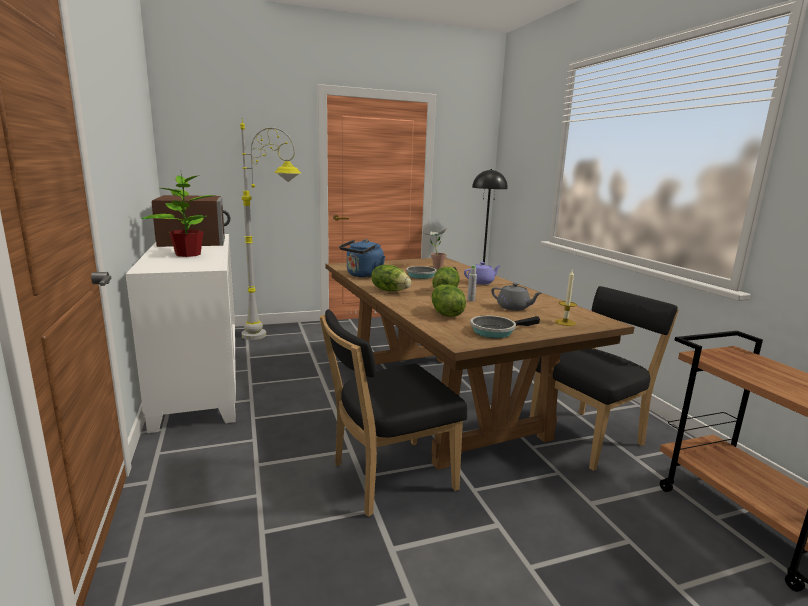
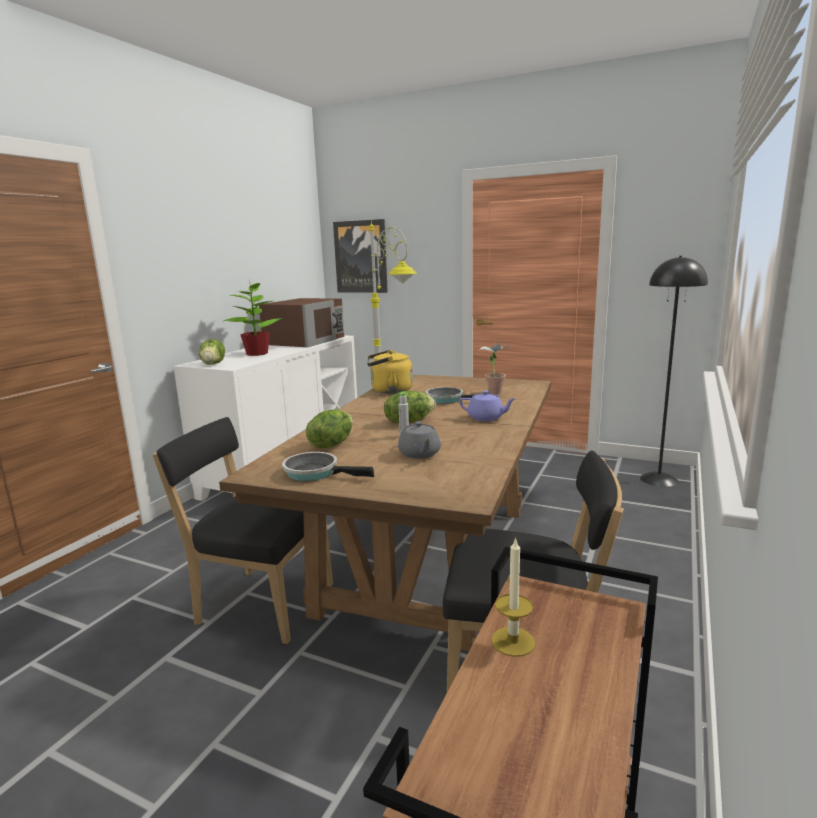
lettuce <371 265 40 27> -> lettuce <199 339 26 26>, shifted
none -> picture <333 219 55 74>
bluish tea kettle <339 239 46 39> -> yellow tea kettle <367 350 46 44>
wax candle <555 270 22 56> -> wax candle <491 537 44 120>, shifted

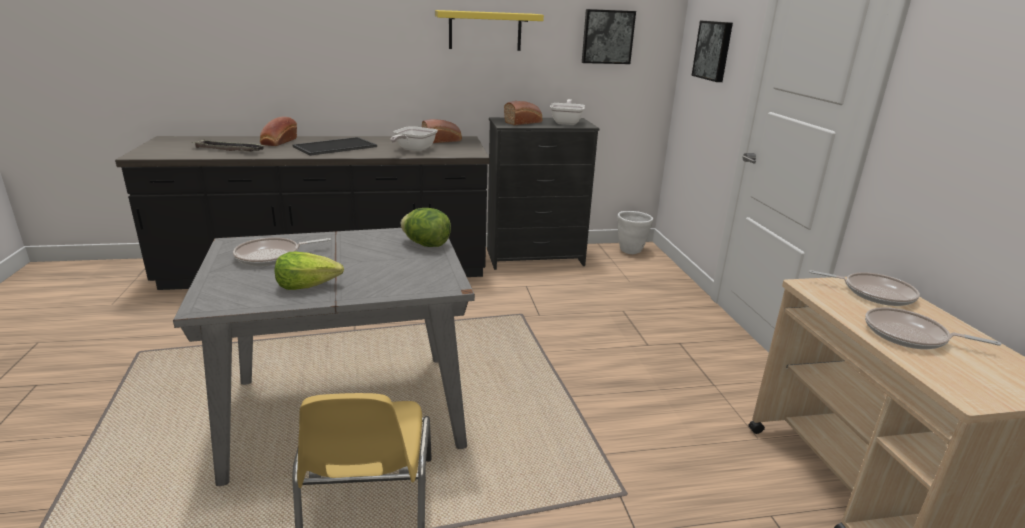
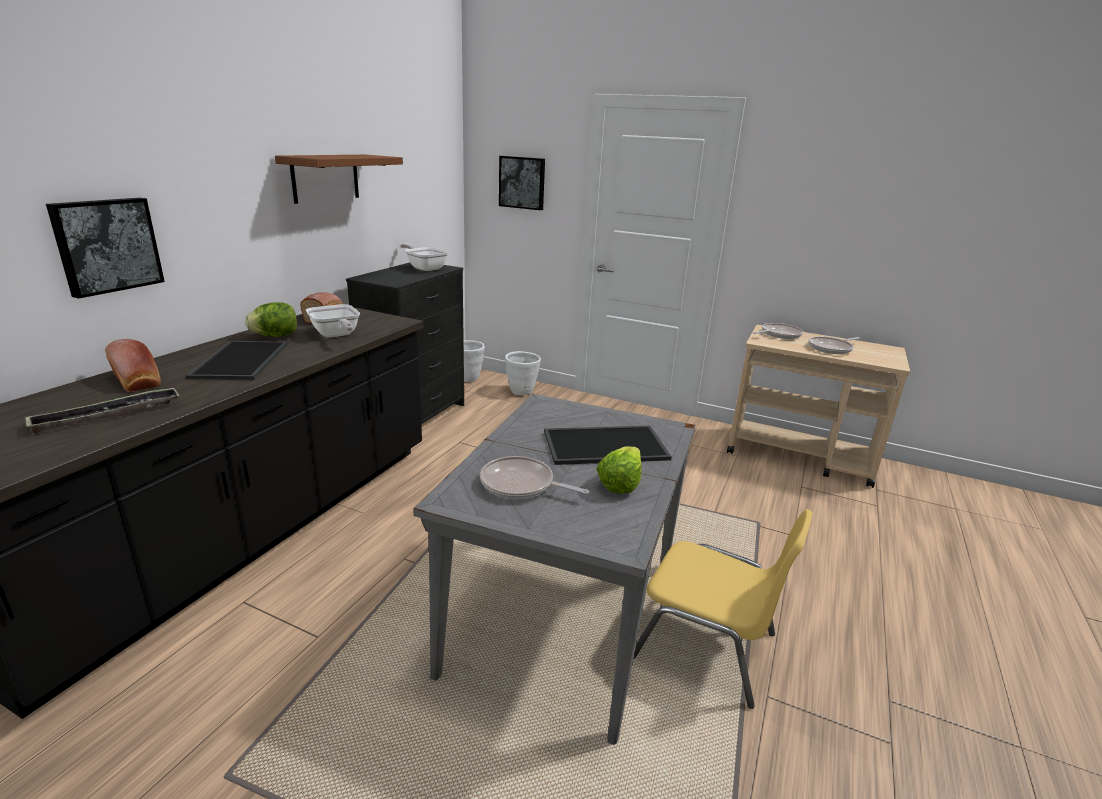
picture <582 9 54 55> -> picture <46 198 119 101>, shifted
lettuce <400 208 51 39> -> lettuce <245 302 52 35>, shifted
yellow wall shelf <435 10 109 41> -> brown-coloured wall shelf <275 155 128 49>
skillet <233 237 98 29> -> skillet <480 456 109 43>, 105 degrees clockwise
none -> white flower pot <505 351 36 44>
none -> carrying tray <544 426 128 39>
bakery bread <504 101 39 24> -> none

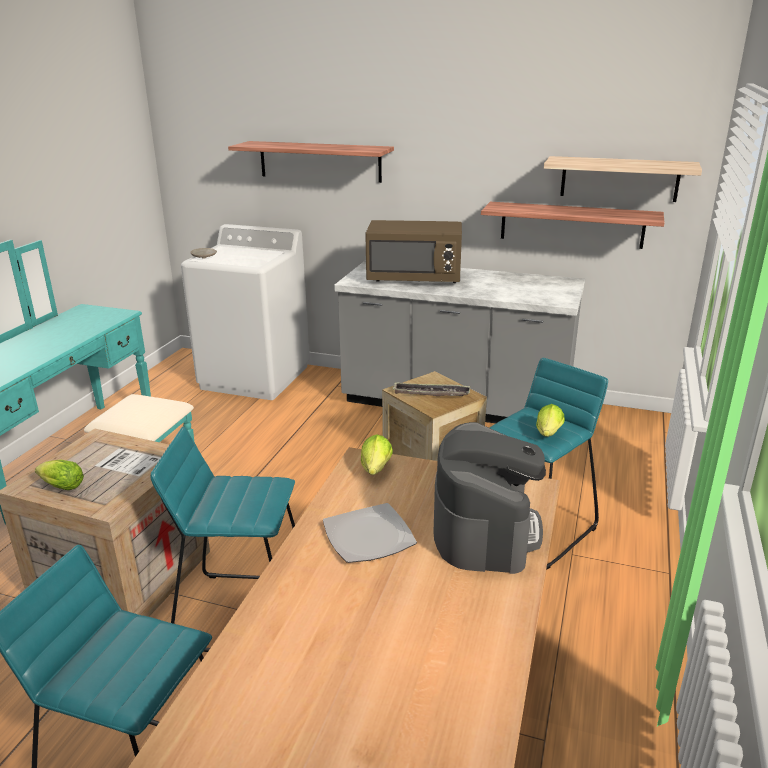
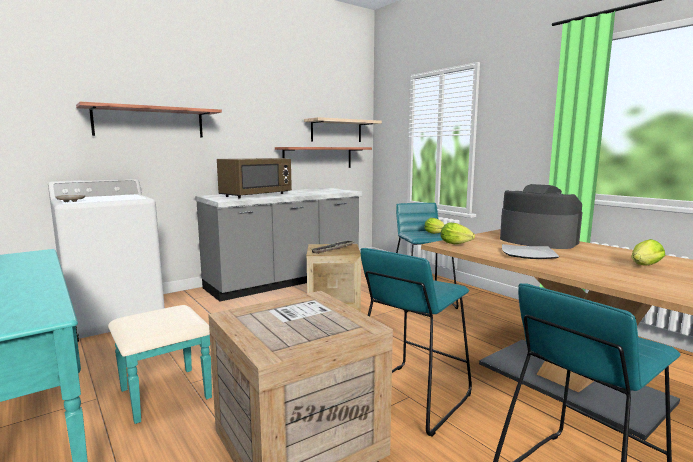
lettuce <35 460 49 30> -> lettuce <632 239 33 27>, shifted

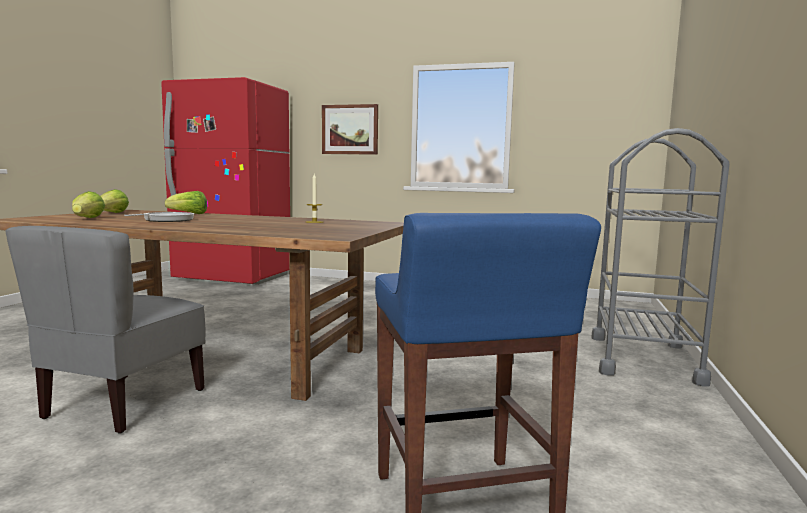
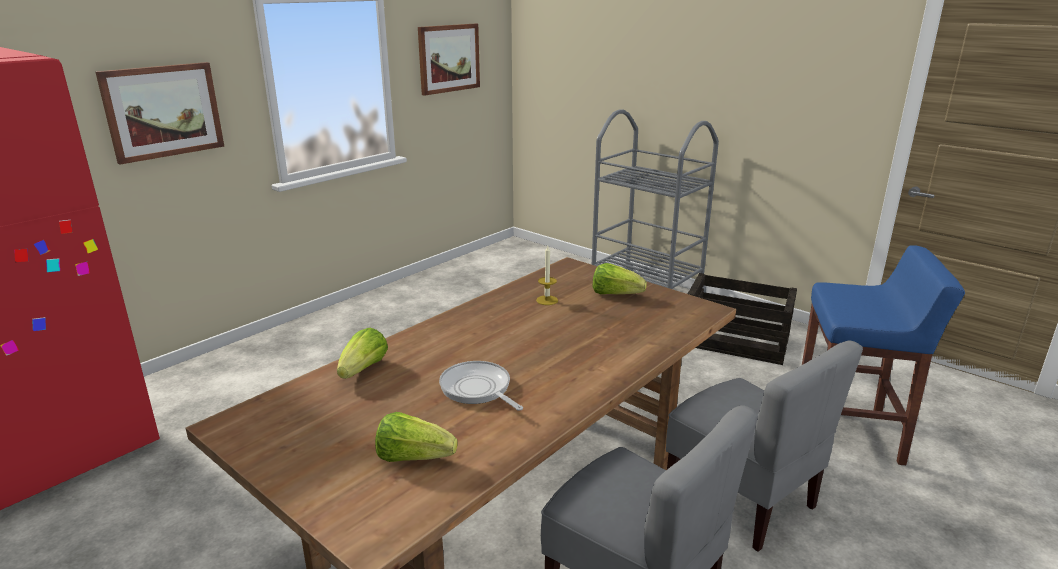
none -> picture <418 24 62 72>
lettuce <101 189 28 24> -> lettuce <592 263 55 31>, shifted
none -> gray upright chair <666 340 197 212>
none -> crate <688 273 109 92>

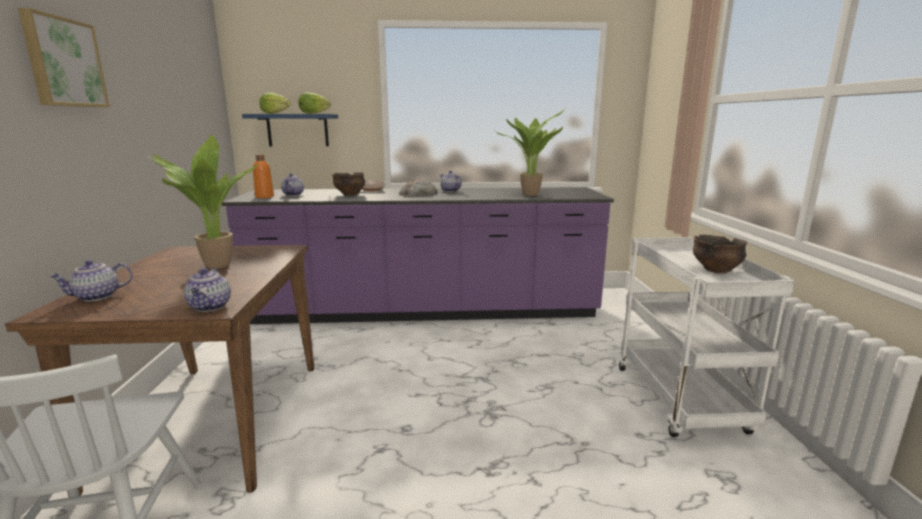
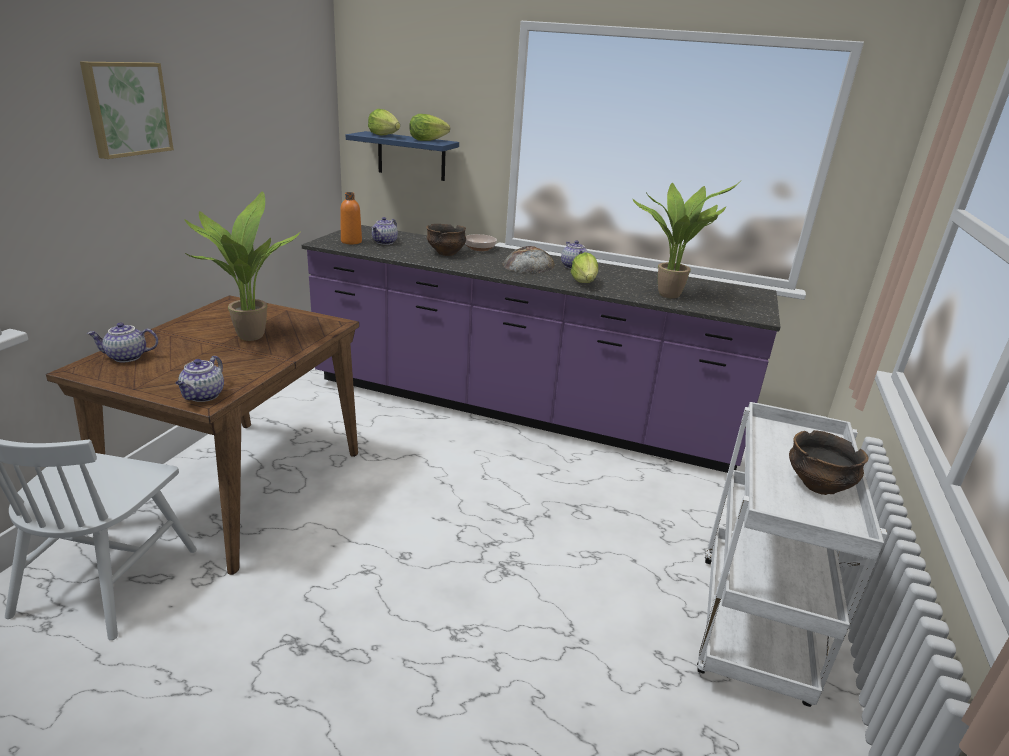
none -> lettuce <571 252 27 31>

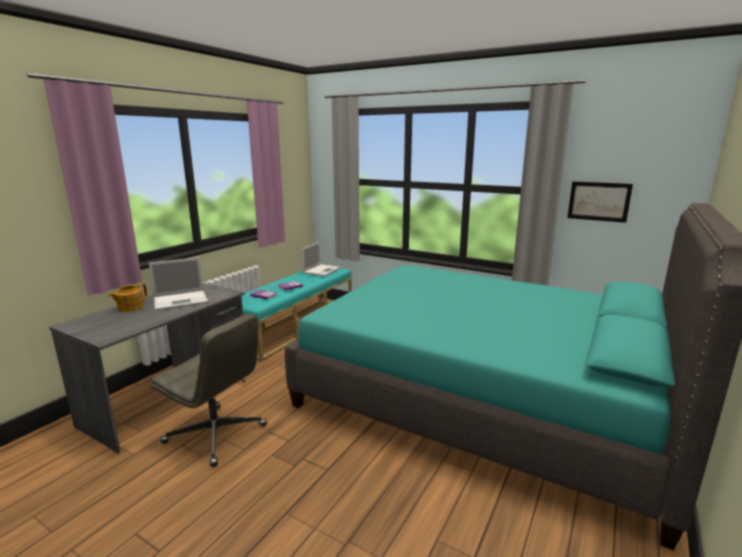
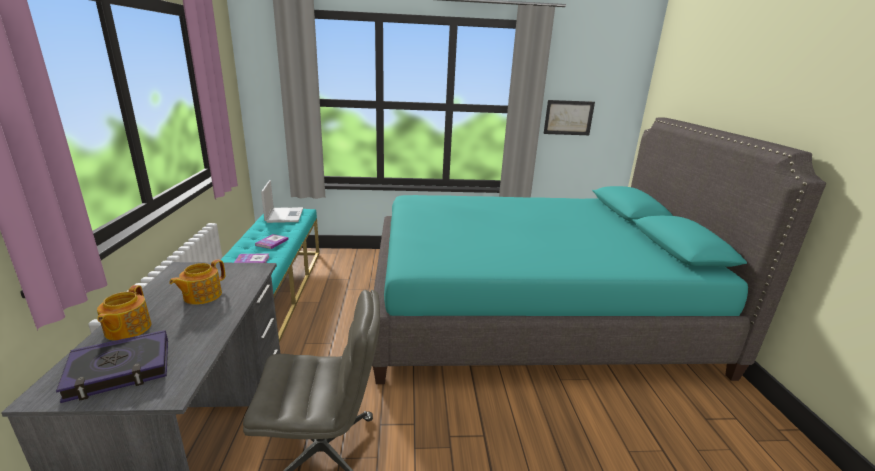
none -> book <56 330 112 73>
notebook computer <149 257 59 54> -> teapot <169 259 56 46>

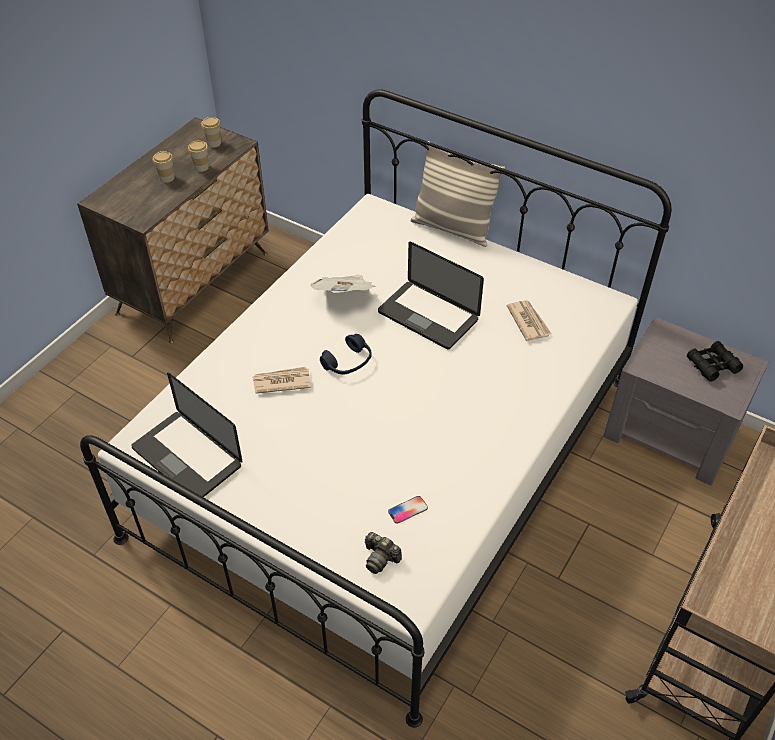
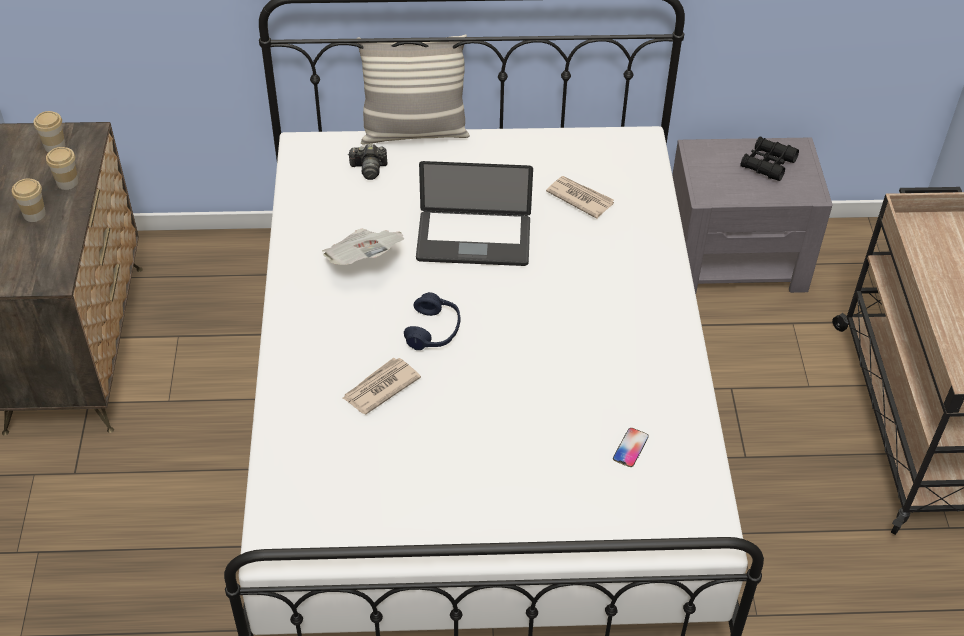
photo camera <365 532 37 42> -> photo camera <348 144 39 36>, shifted
notebook computer <131 373 112 124> -> none

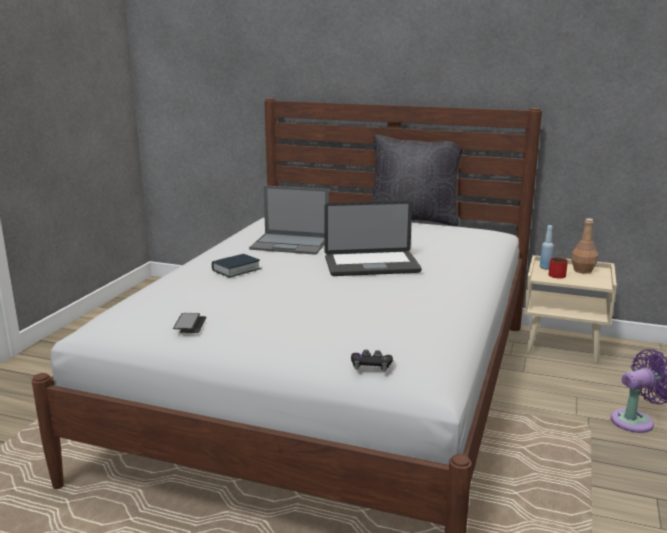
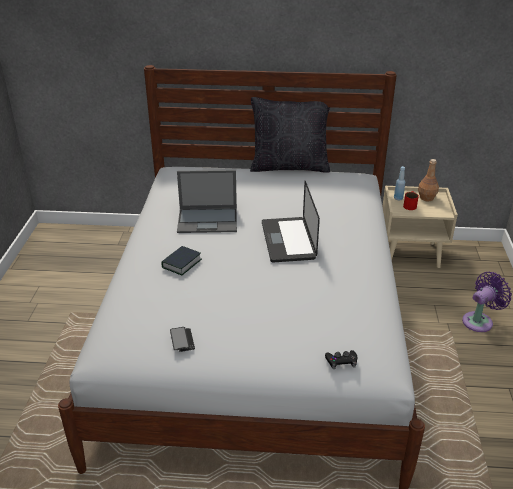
notebook computer <324 201 98 75> -> notebook computer <262 181 58 81>, 105 degrees clockwise

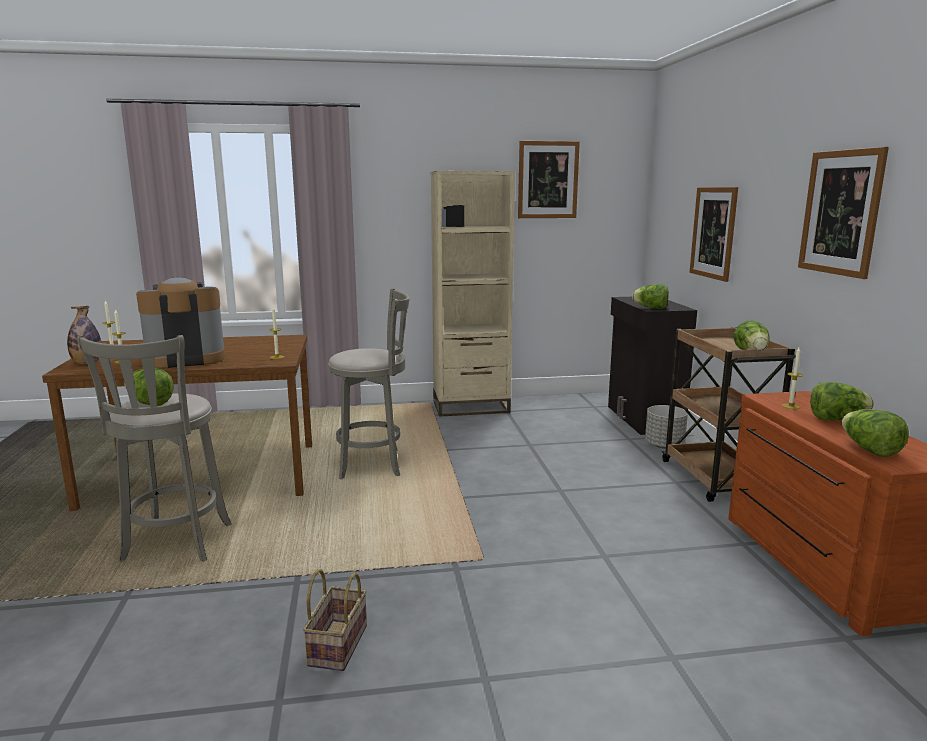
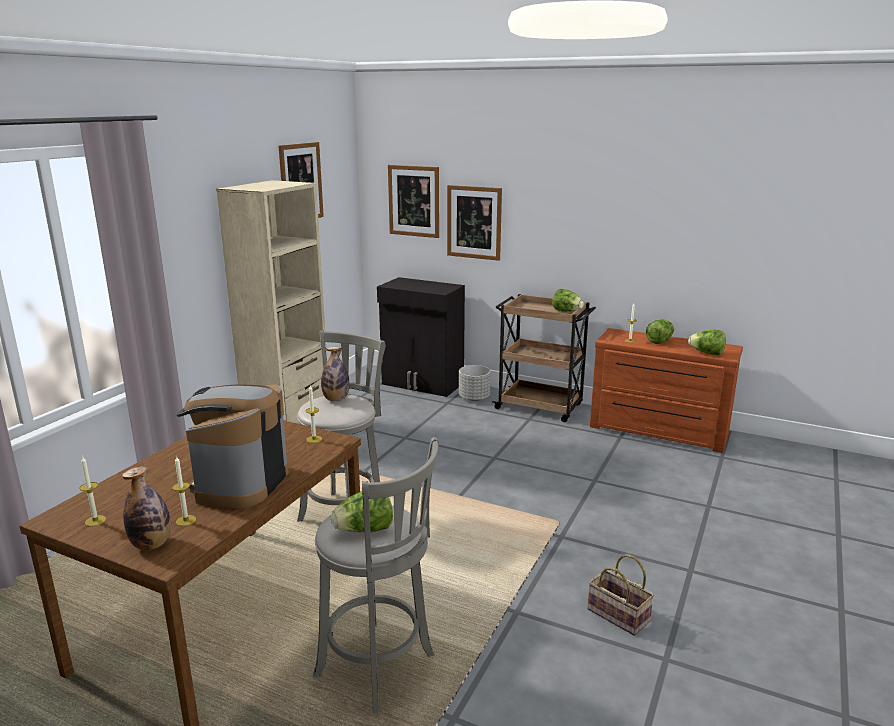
none -> drink bottle <321 347 28 54>
picture <798 147 91 132> -> picture <388 165 51 73>, shifted
lettuce <632 284 37 25> -> none

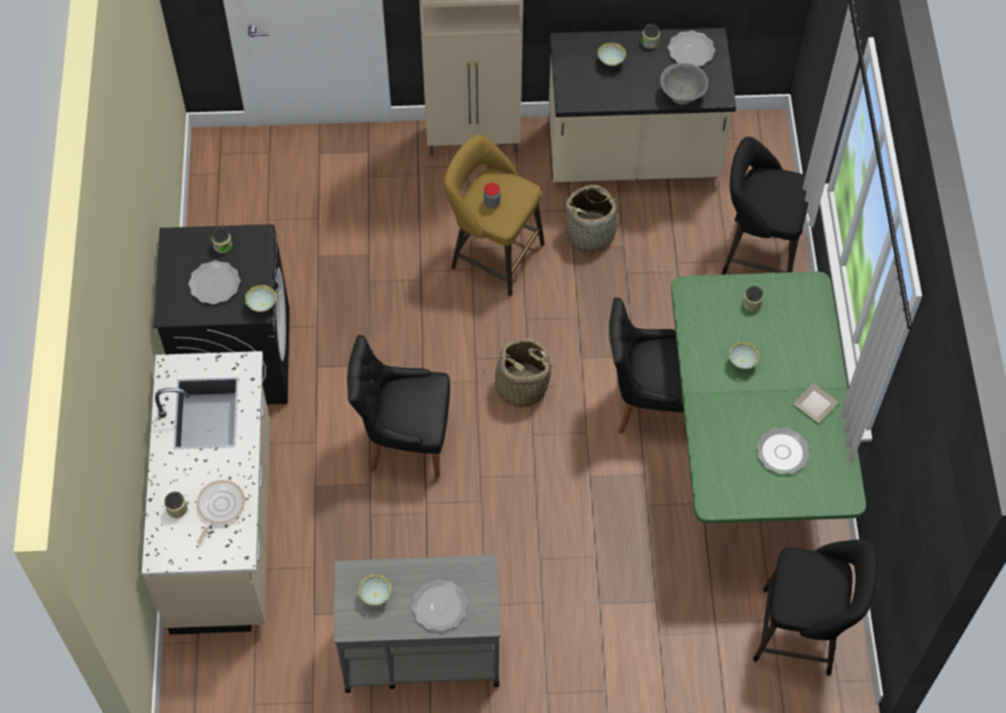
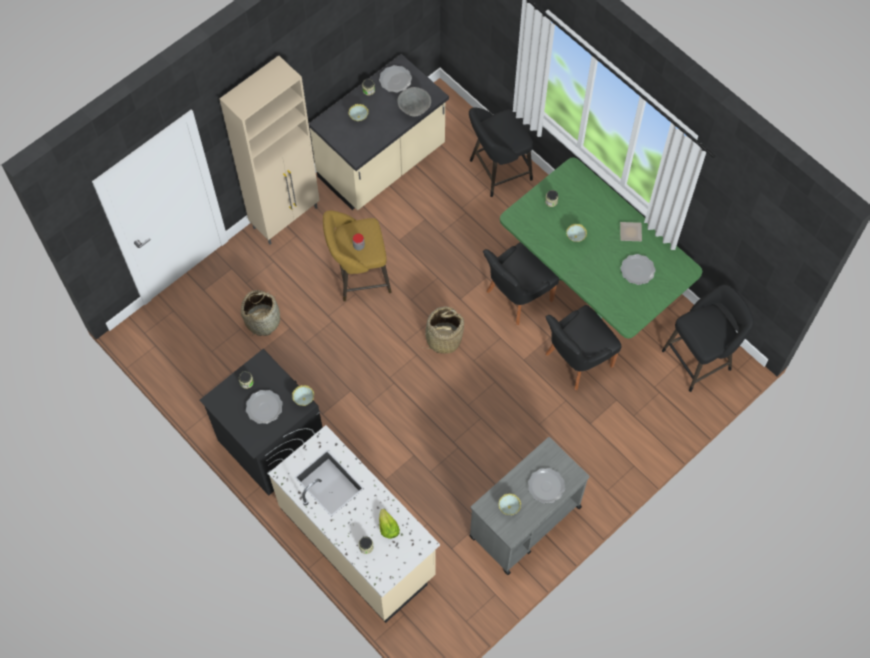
household basket <561 185 64 67> -> household basket <241 290 39 46>, shifted
skillet <197 480 48 64> -> lettuce <379 509 21 30>
blackish upright chair <347 335 103 143> -> blackish upright chair <545 305 76 85>, shifted

